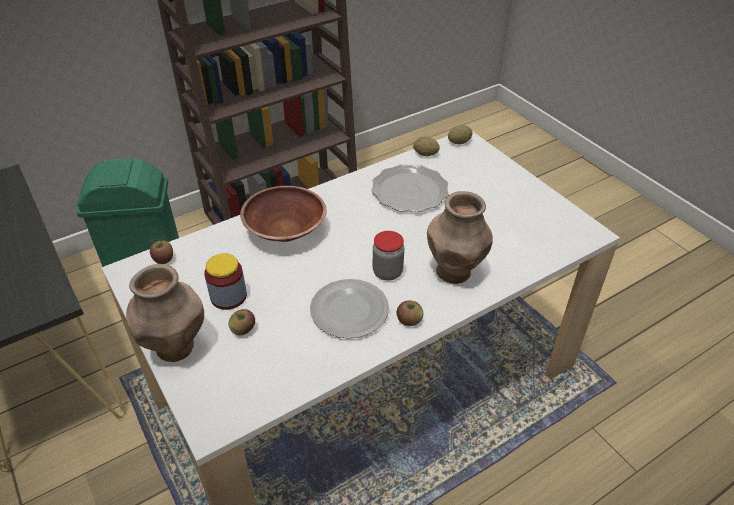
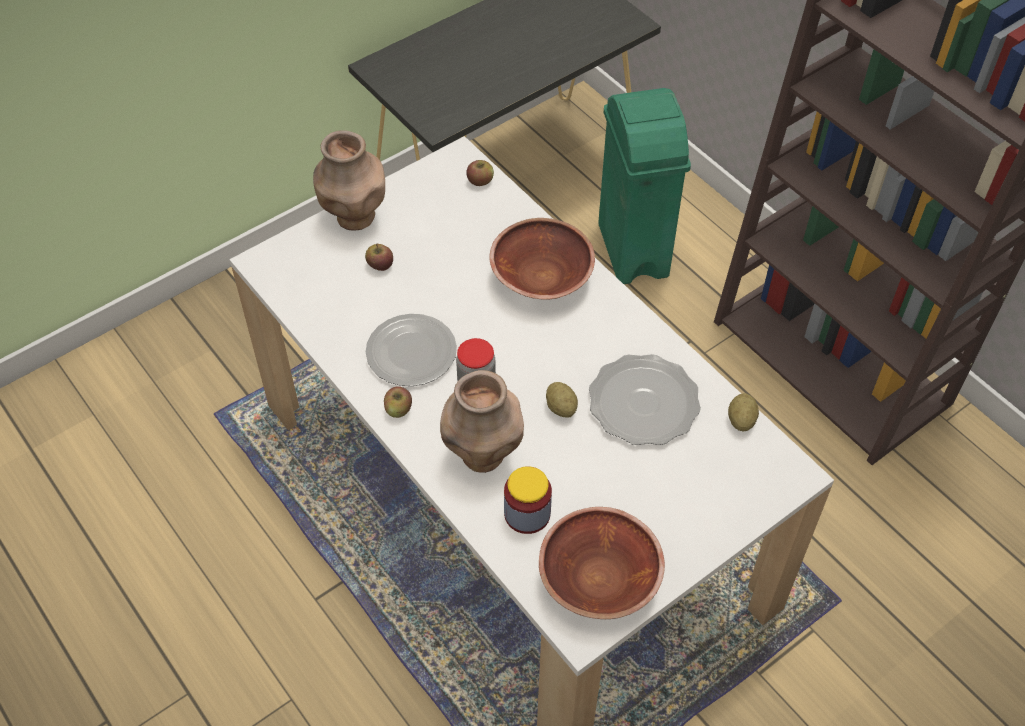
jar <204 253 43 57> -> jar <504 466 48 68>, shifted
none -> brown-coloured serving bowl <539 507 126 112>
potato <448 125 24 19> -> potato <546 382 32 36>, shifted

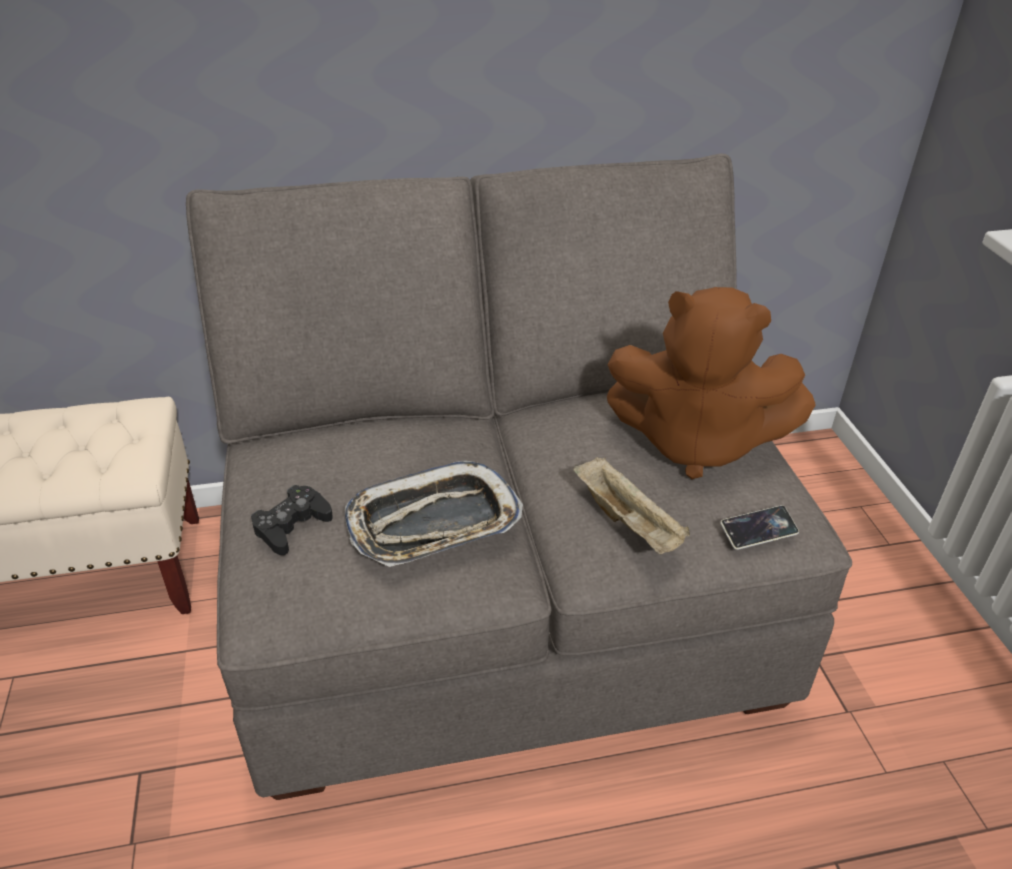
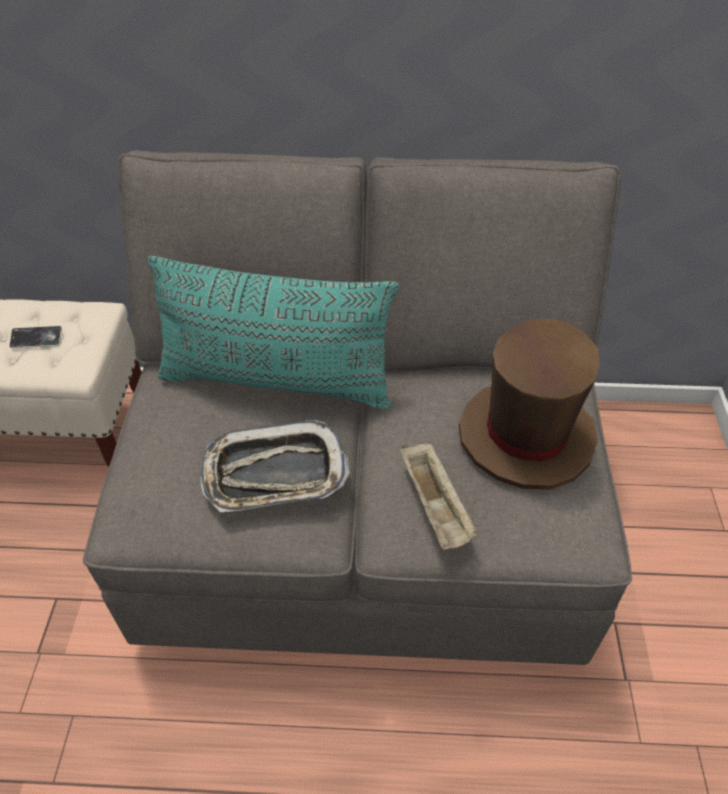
telephone <720 505 79 45> -> telephone <9 326 53 22>, shifted
none -> turquoise pillow <148 256 251 154>
brown-coloured plush toy <607 287 208 192> -> brown-coloured hat <459 319 141 171>
blackish joypad <251 485 82 70> -> none

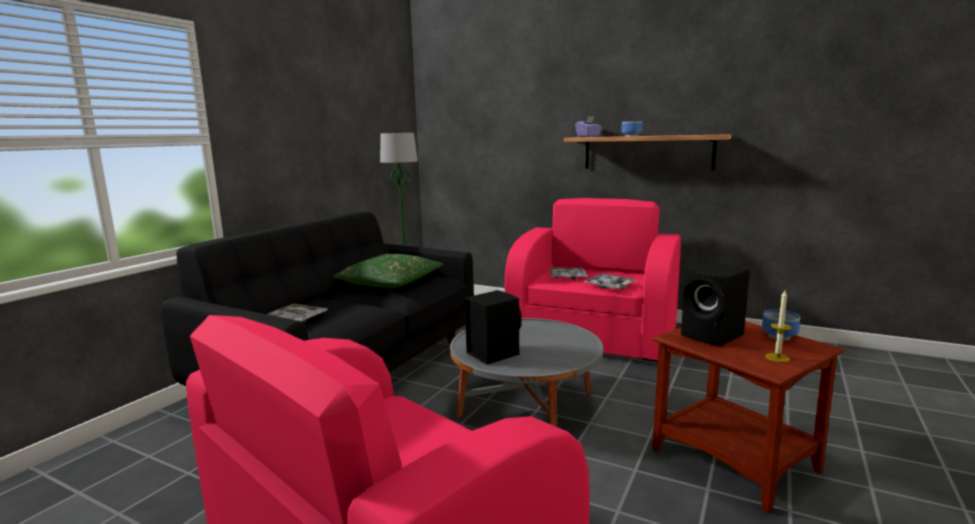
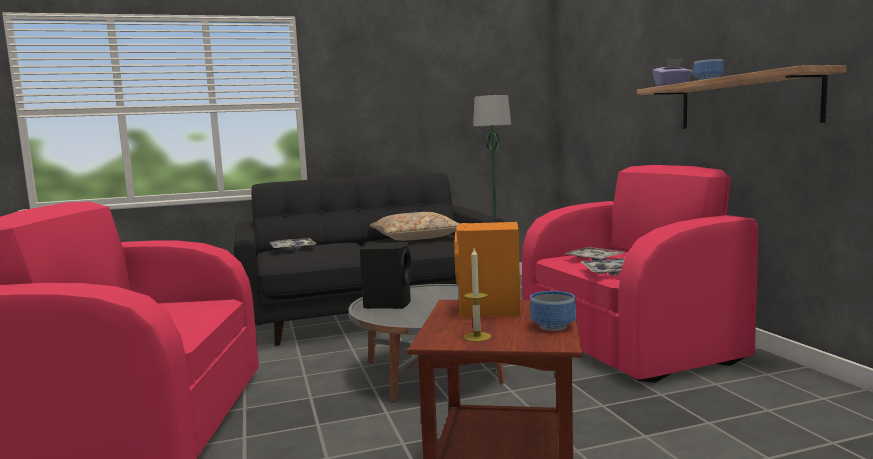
greenish pillow <332 254 111 34> -> beige pillow <370 212 90 29>
blackish audio speaker <681 262 69 85> -> orangey audio speaker <454 222 67 96>

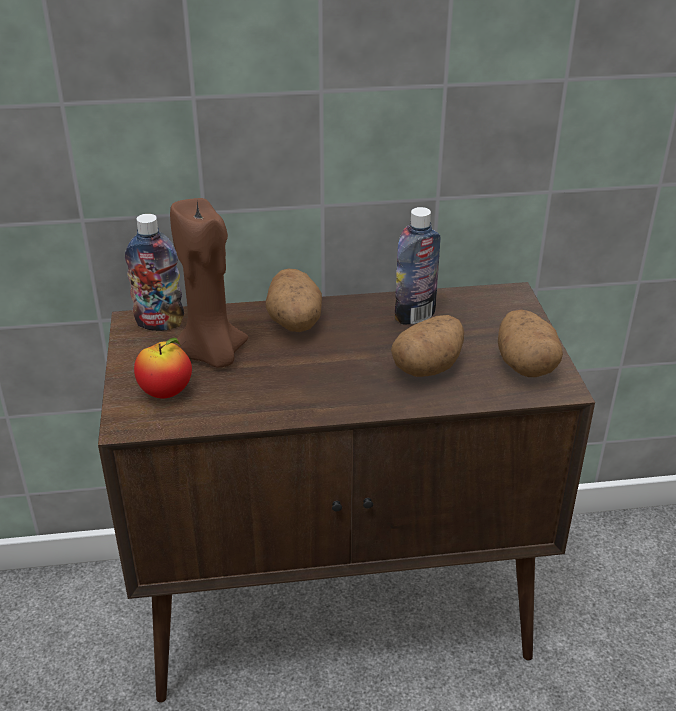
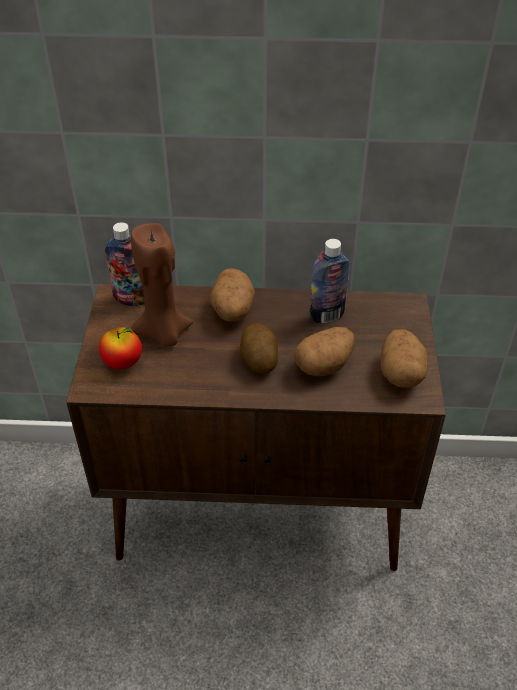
none -> potato <240 323 38 51>

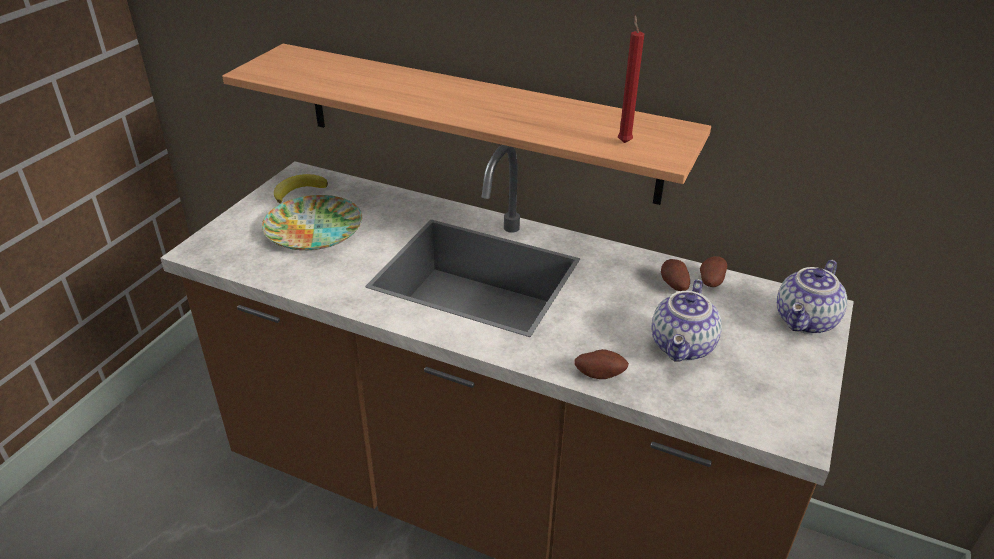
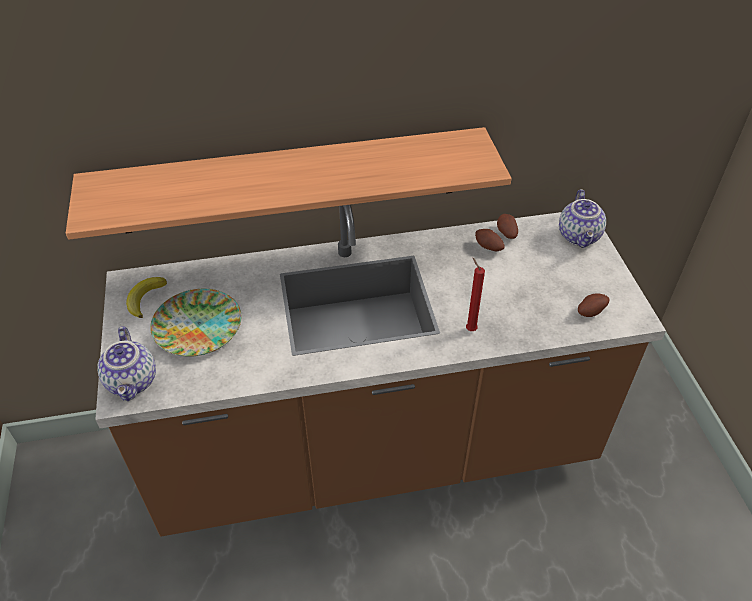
teapot <651 279 71 83> -> teapot <97 326 59 75>, shifted
reddish wax candle <618 15 26 128> -> reddish wax candle <466 258 19 73>, shifted
potato <574 349 55 30> -> potato <578 293 31 24>, shifted

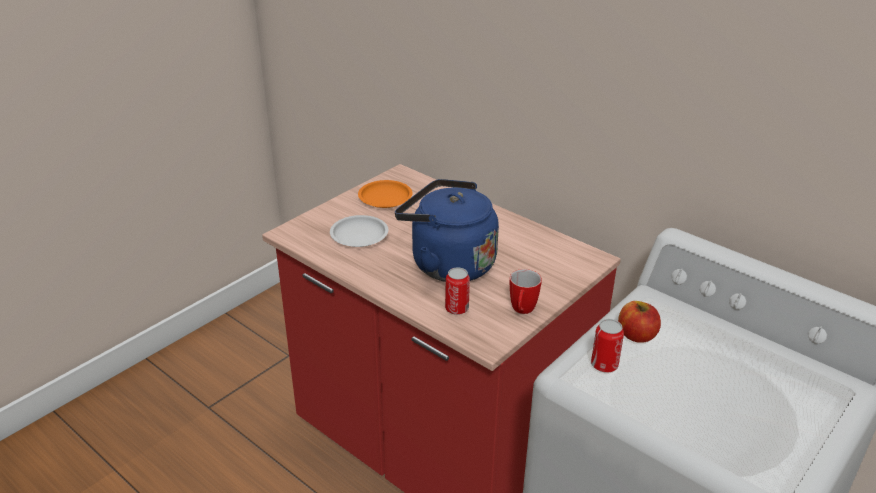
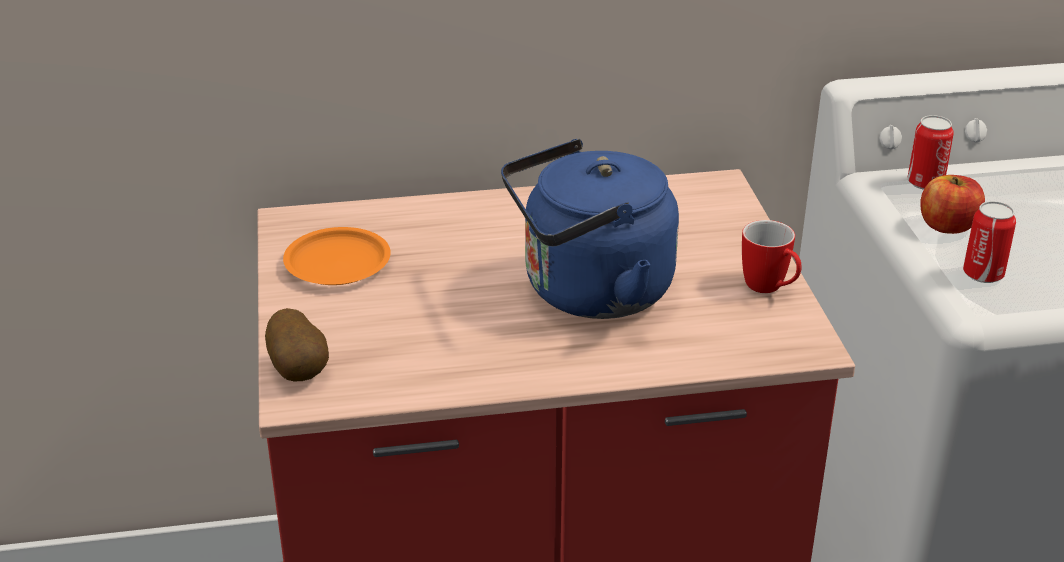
none -> potato <265 308 64 73>
metal can <445 267 25 48> -> metal can <907 115 47 75>, shifted
white plate <330 215 58 32> -> none

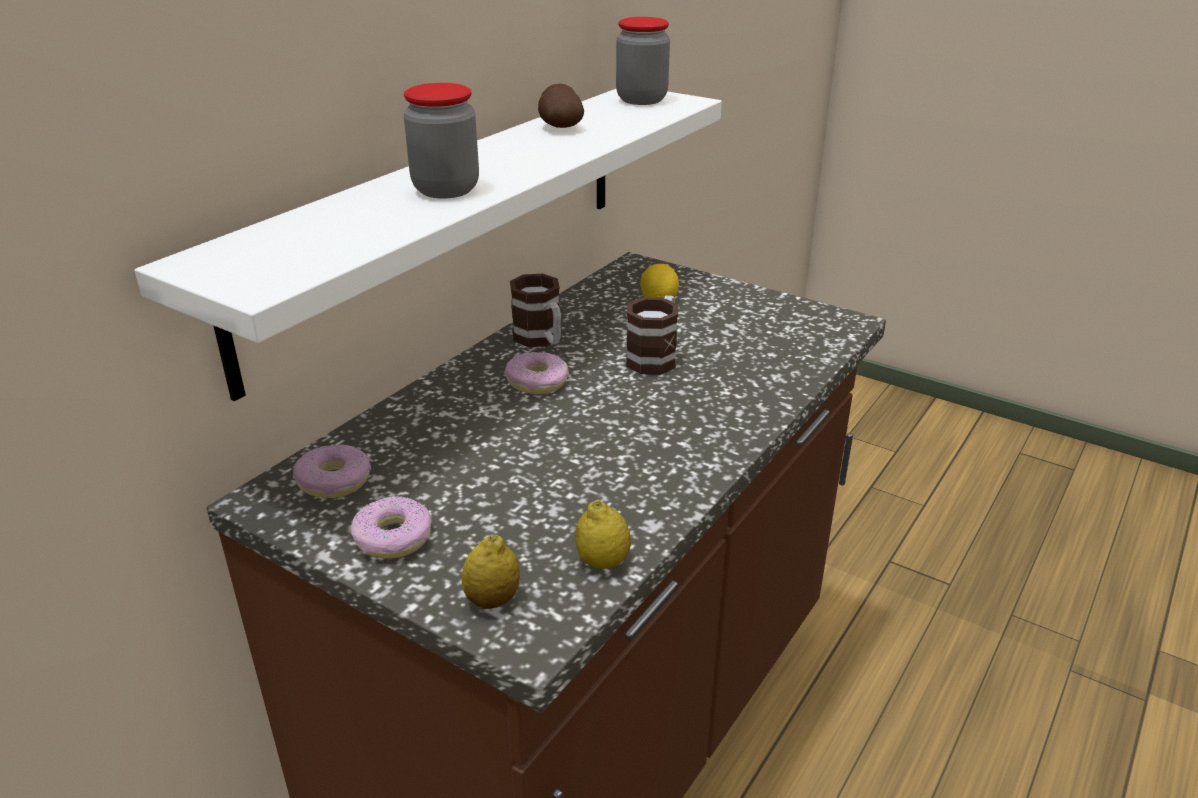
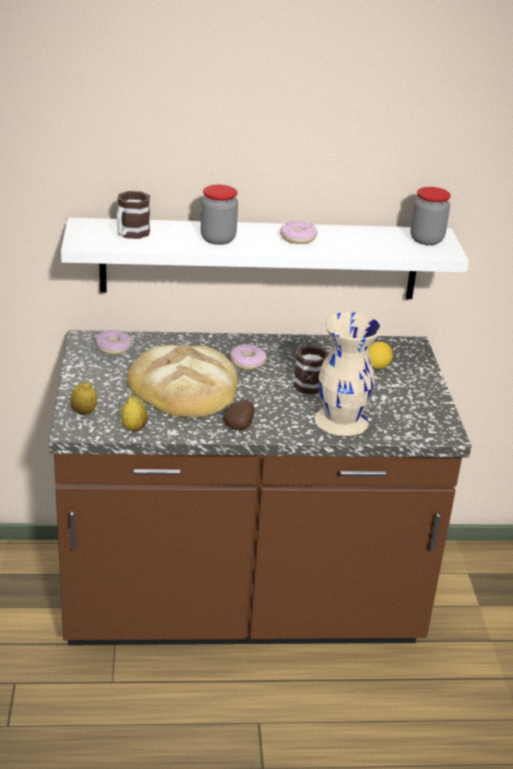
mug <510 274 51 73> -> mug <117 191 33 48>, shifted
none -> bakery bread <127 345 110 73>
potato <538 84 46 44> -> potato <223 400 31 30>, shifted
doughnut <350 496 82 63> -> doughnut <280 220 37 24>, shifted
none -> beige vase <315 312 66 124>

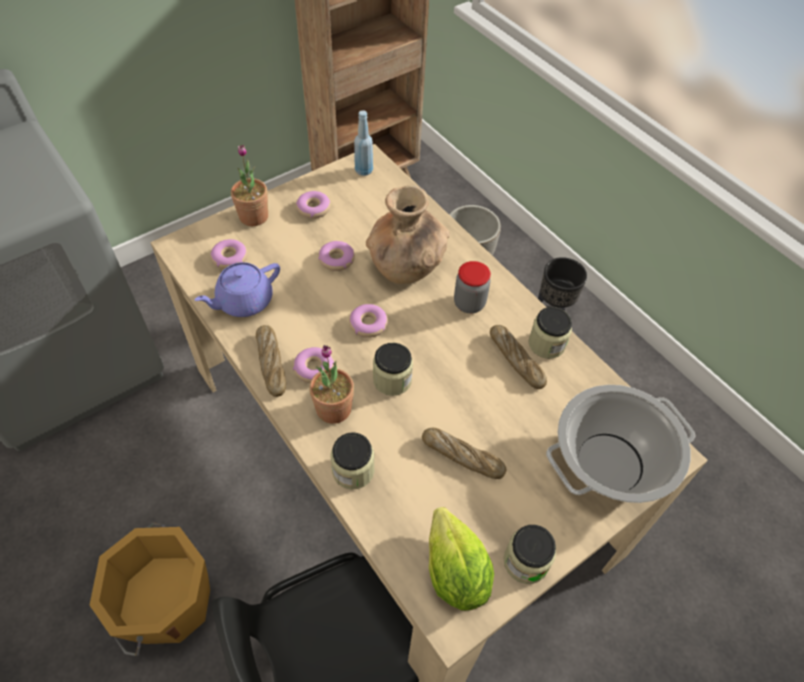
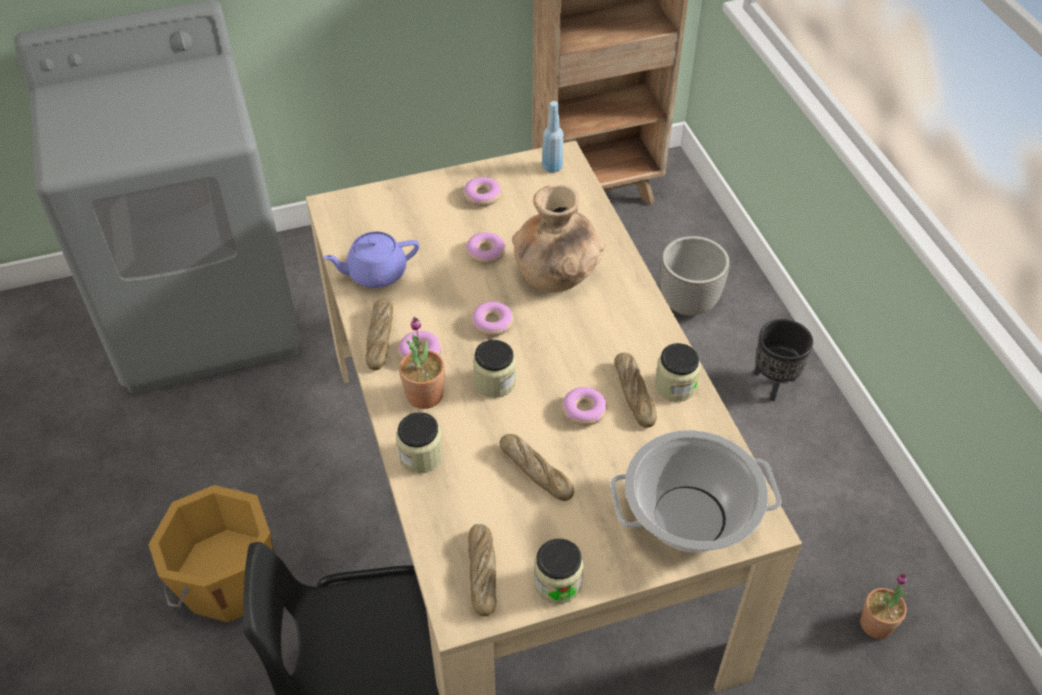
lettuce <429 507 65 104> -> bakery bread <468 524 28 93>
doughnut <210 239 38 30> -> doughnut <562 387 45 39>, shifted
houseplant <231 145 37 81> -> houseplant <860 574 48 65>, shifted
jar <454 261 37 52> -> none

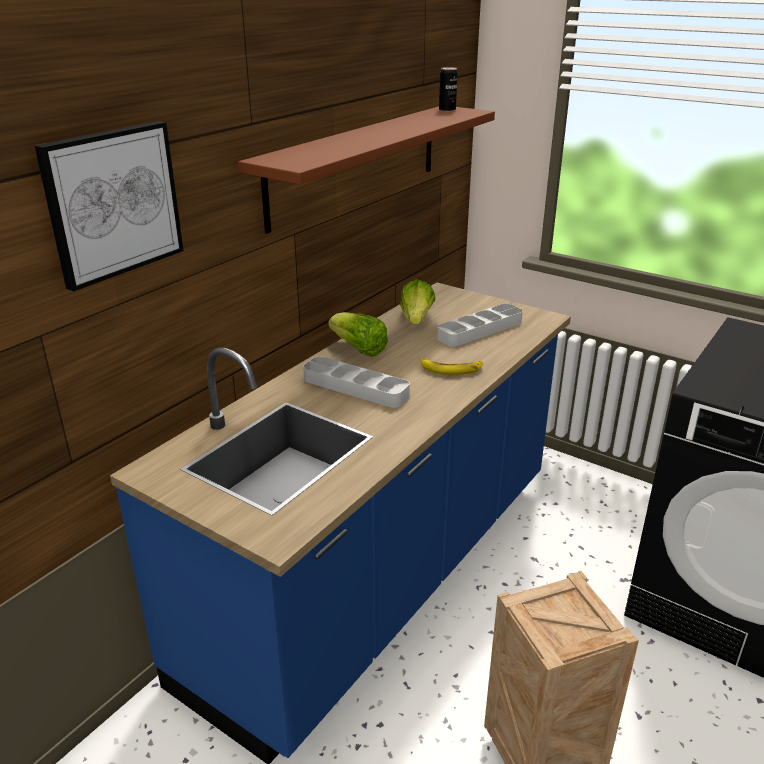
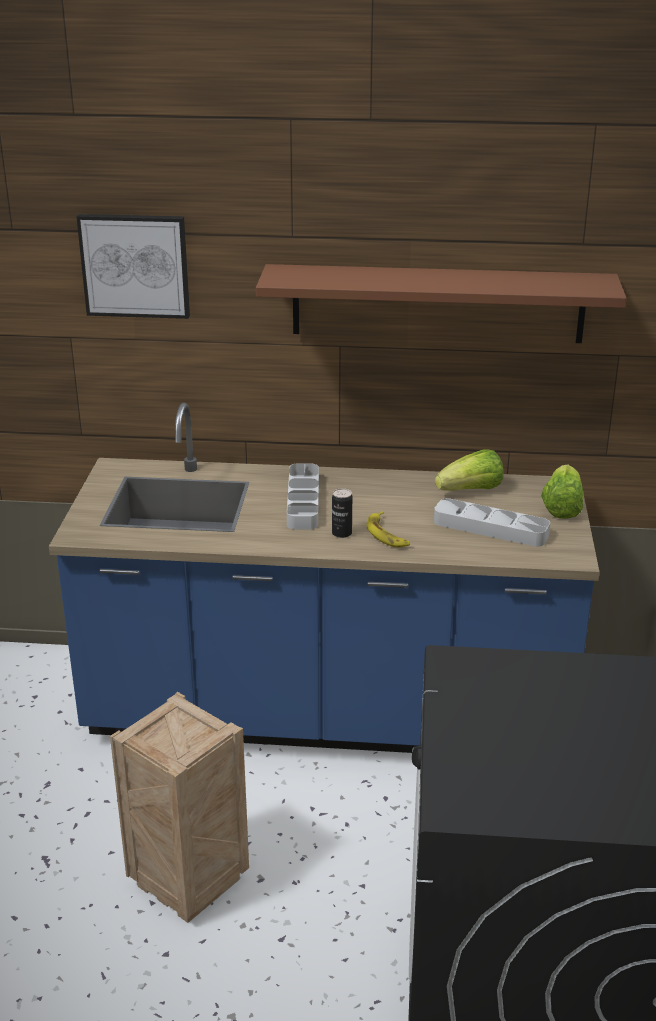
metal can <439 67 19 45> -> metal can <332 488 20 50>, shifted
lettuce <328 312 60 45> -> lettuce <541 464 43 55>, shifted

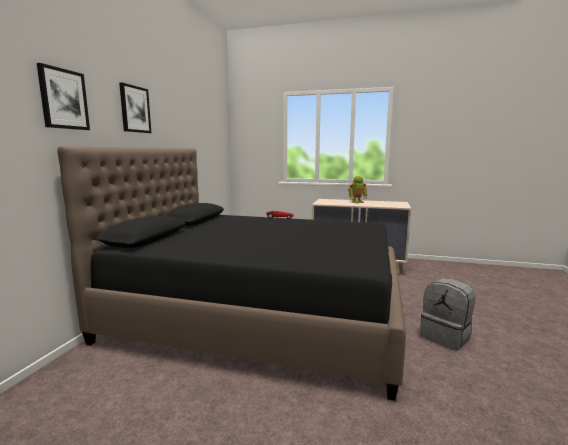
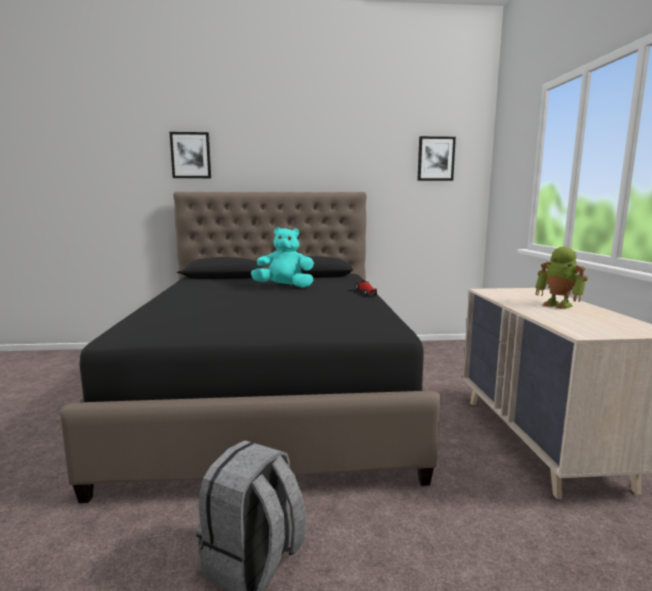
none -> turquoise plush toy <251 227 63 61>
picture <119 83 32 50> -> picture <417 136 39 45>, shifted

